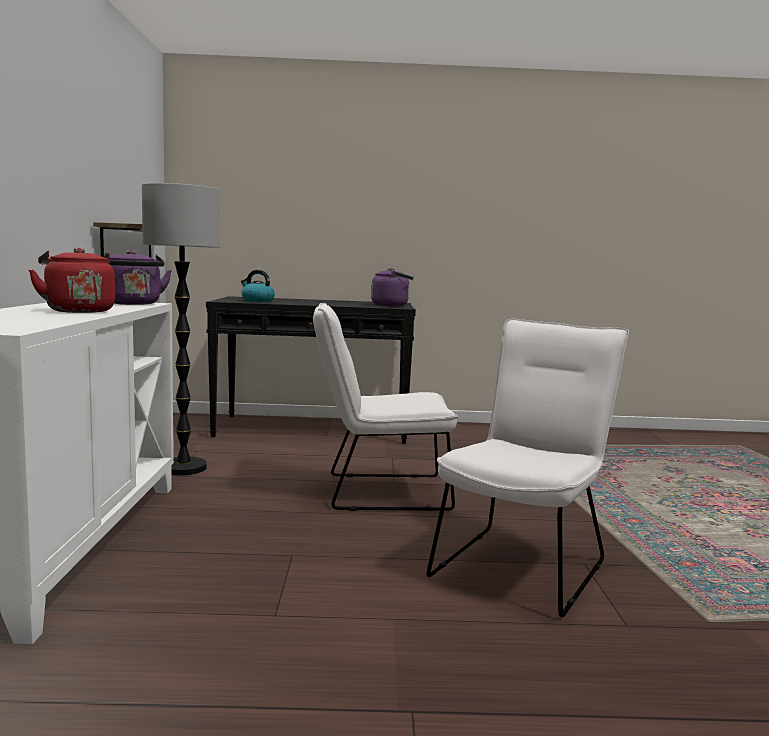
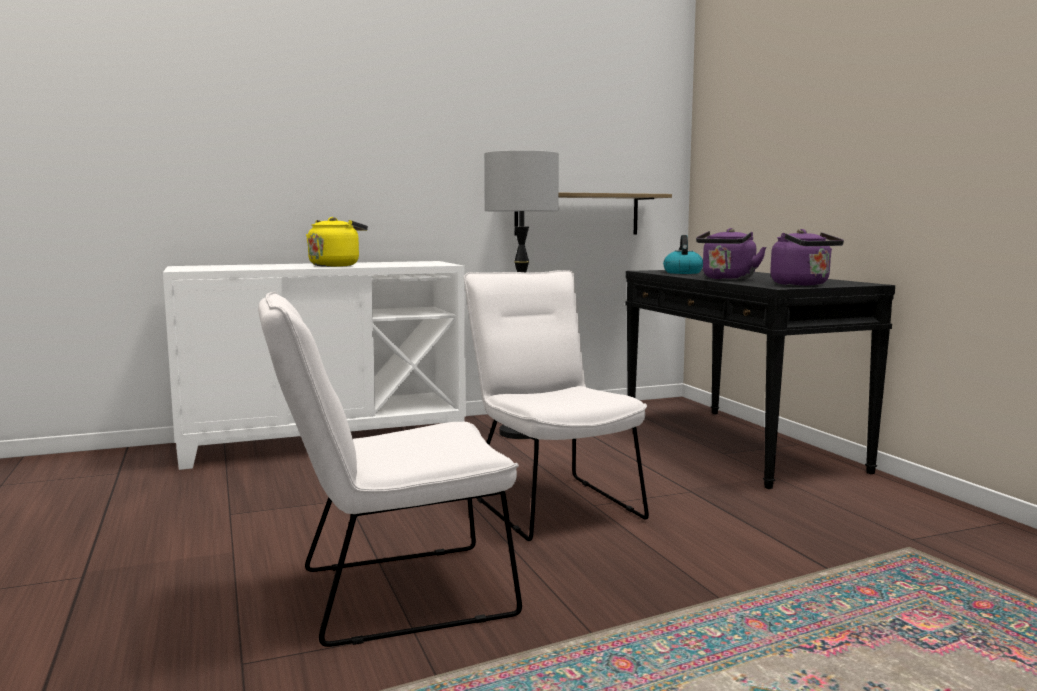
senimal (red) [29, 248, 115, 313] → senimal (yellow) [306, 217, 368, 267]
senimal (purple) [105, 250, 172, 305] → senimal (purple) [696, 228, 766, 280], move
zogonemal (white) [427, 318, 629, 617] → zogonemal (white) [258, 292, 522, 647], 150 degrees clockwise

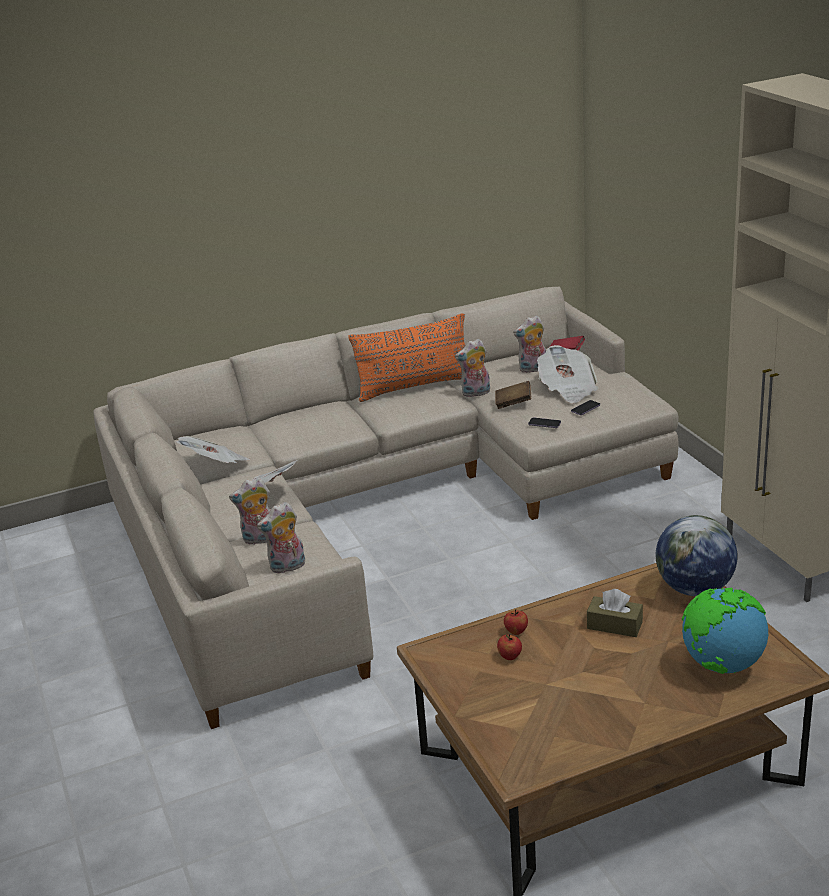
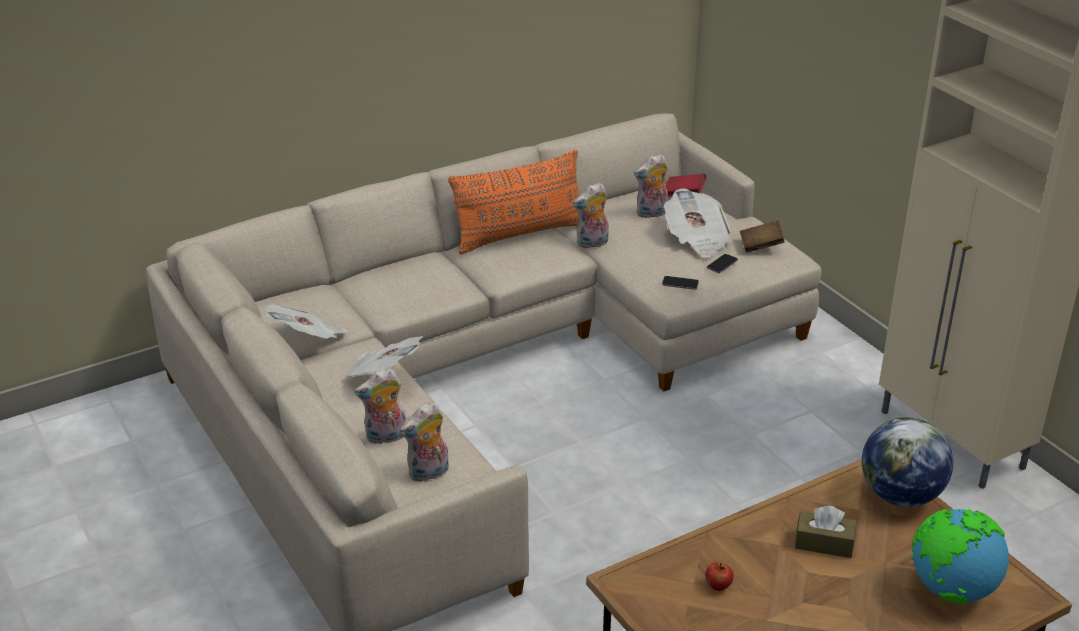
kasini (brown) [495, 381, 531, 409] → kasini (brown) [740, 220, 785, 253], move
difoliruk [504, 609, 528, 635] → -

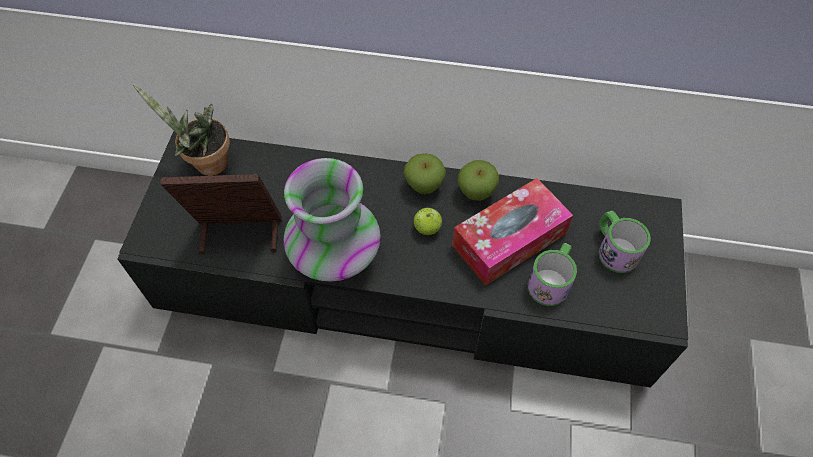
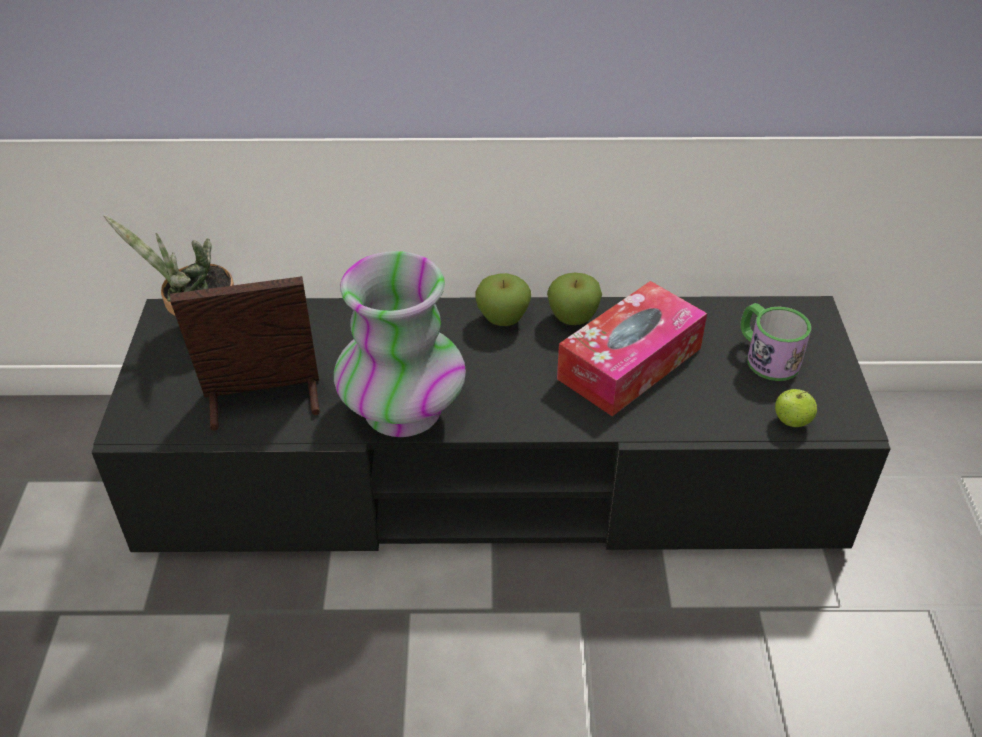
difoliruk [414, 208, 442, 235] → difoliruk [775, 389, 818, 427], move
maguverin [528, 243, 577, 306] → -

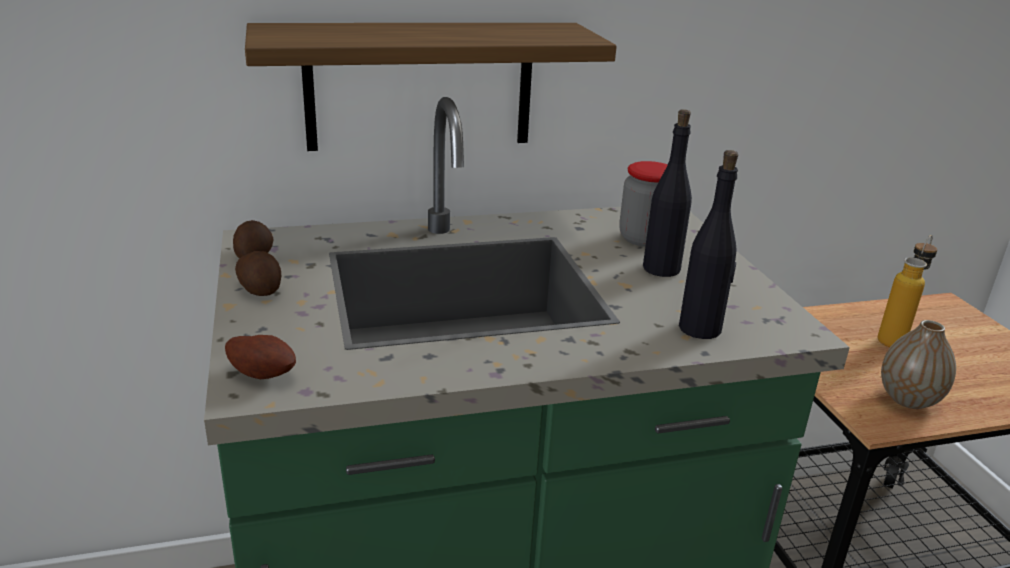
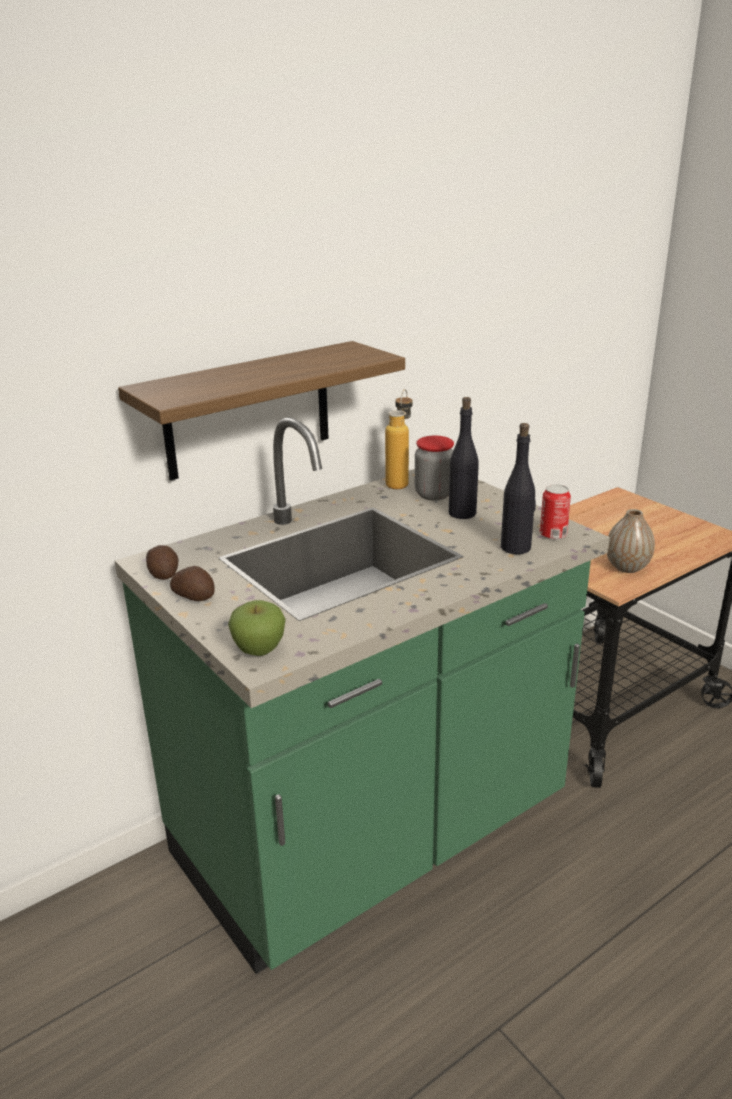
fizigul [877, 235, 937, 347] → fizigul [385, 389, 412, 489], move
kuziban [225, 335, 296, 379] → difoliruk [228, 600, 286, 656]
- → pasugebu [540, 484, 571, 540]

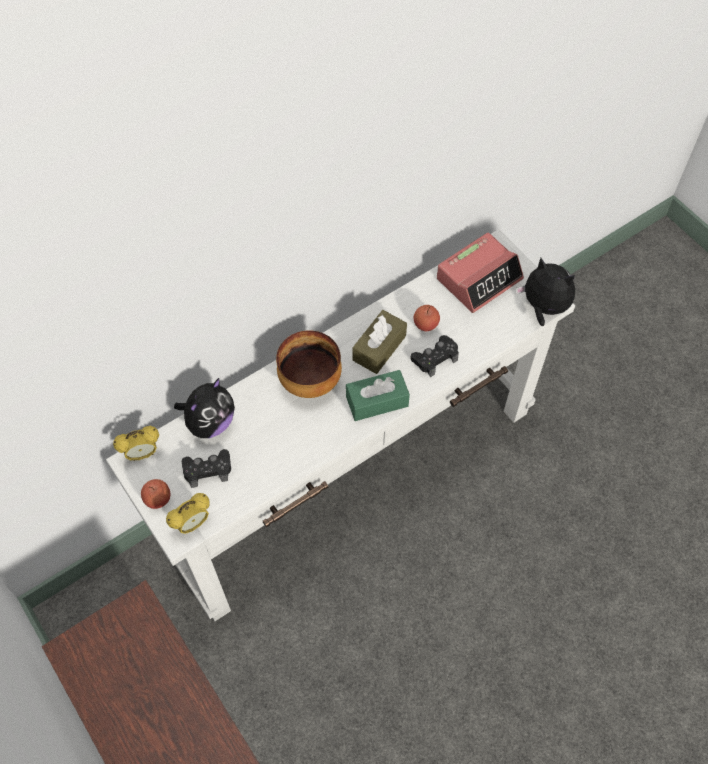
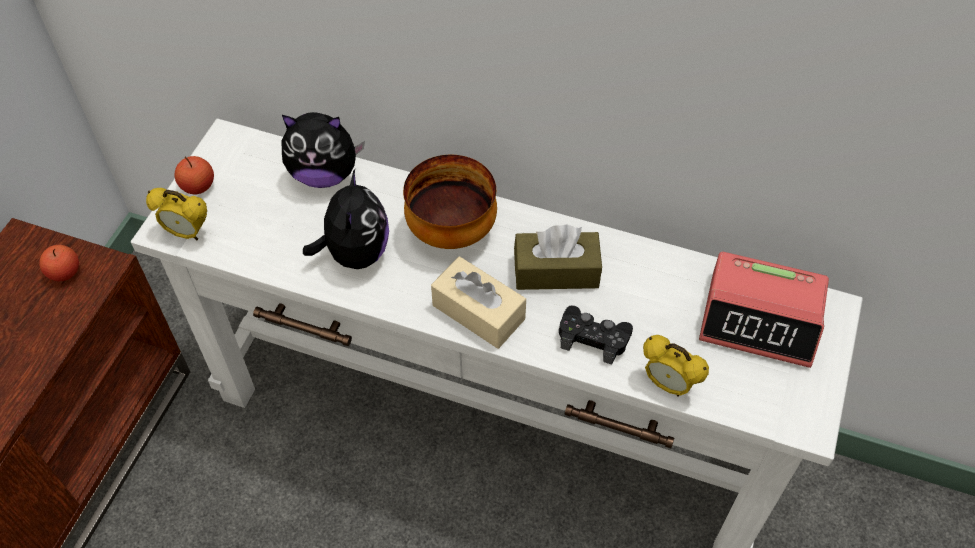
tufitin [516, 258, 575, 326] → tufitin [303, 169, 389, 269], move
difoliruk [413, 305, 440, 331] → difoliruk [39, 245, 79, 281], move
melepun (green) [346, 370, 410, 421] → melepun (beige) [431, 256, 526, 349]
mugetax [113, 426, 159, 461] → mugetax [643, 335, 709, 397], move
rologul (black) [182, 449, 231, 488] → -

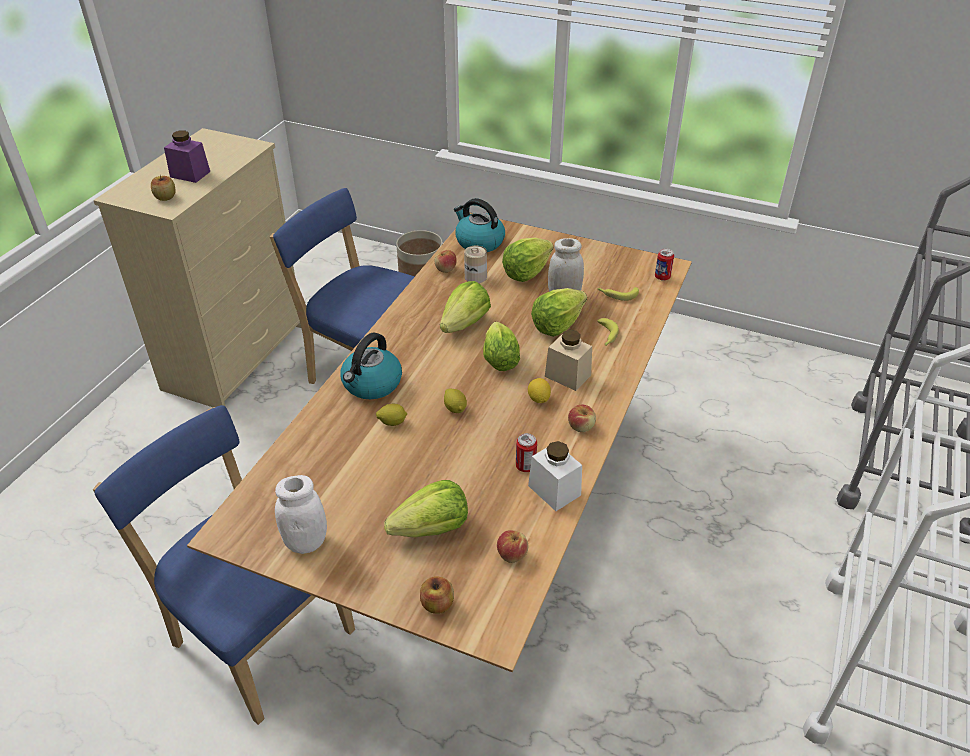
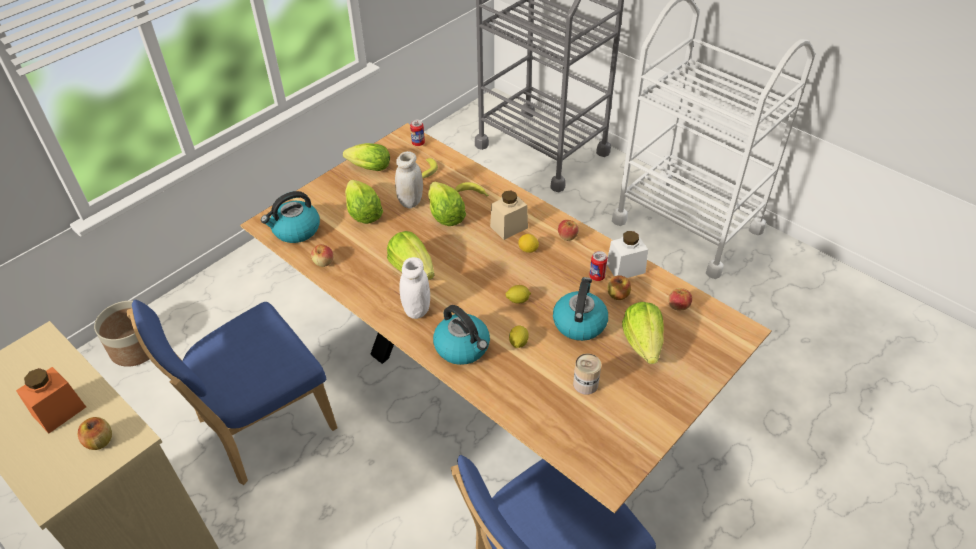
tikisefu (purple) [164, 130, 210, 183] → tikisefu (orange) [16, 367, 86, 434]
pasugebu [464, 246, 487, 283] → pasugebu [573, 354, 601, 395], move
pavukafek [483, 322, 520, 371] → pavukafek [343, 143, 390, 171], move
tikisefu (white) [275, 475, 327, 554] → tikisefu (white) [399, 257, 430, 319], move
difoliruk [420, 576, 454, 614] → difoliruk [608, 275, 631, 300], move
- → senimal [553, 277, 608, 341]

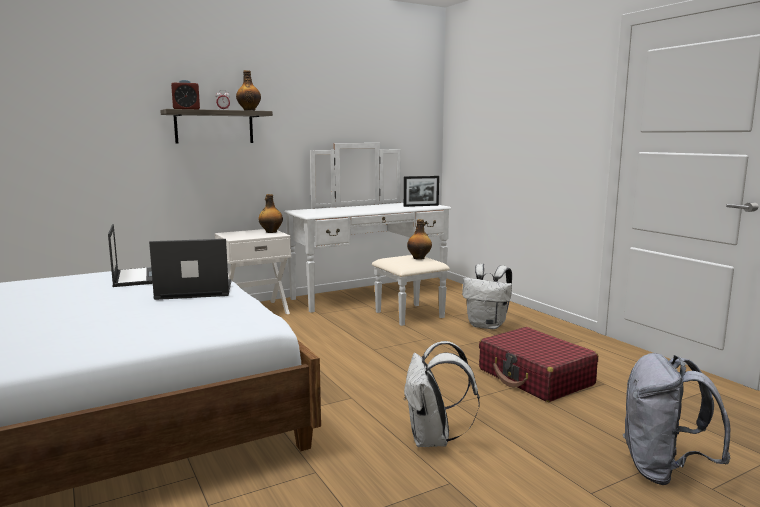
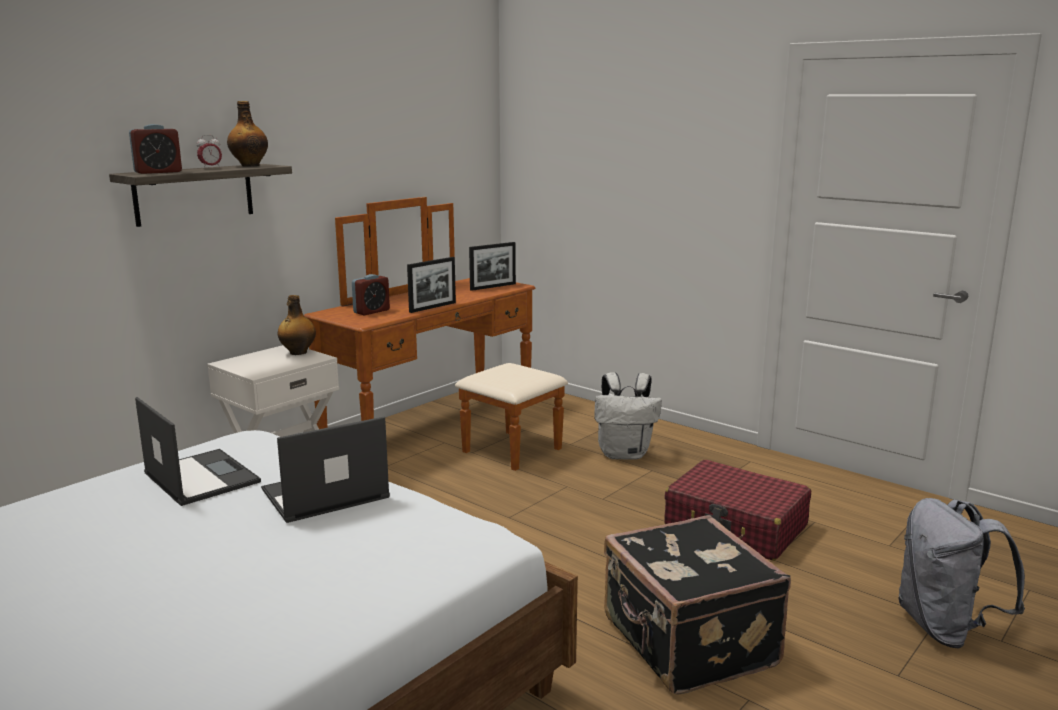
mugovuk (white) [284, 143, 451, 326] → mugovuk (brown) [304, 197, 568, 471]
fizigul [407, 219, 432, 260] → -
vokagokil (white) [404, 341, 480, 447] → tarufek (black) [604, 515, 791, 695]
- → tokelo [407, 257, 456, 313]
- → mugetax [352, 274, 390, 315]

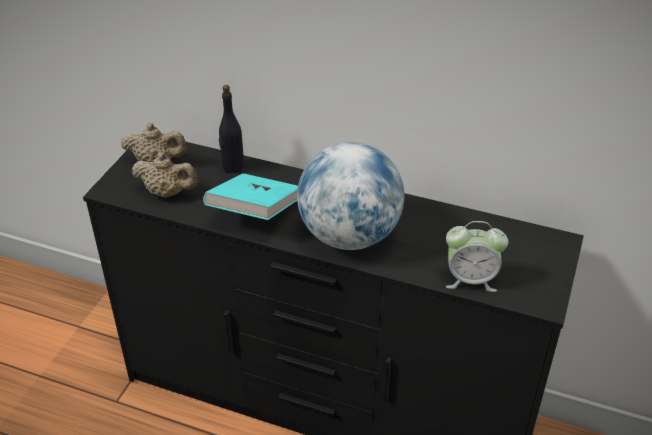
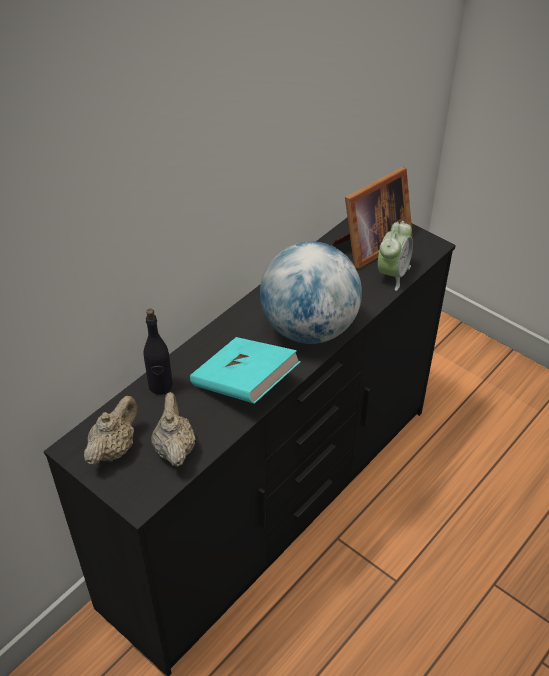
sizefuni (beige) [132, 152, 198, 197] → sizefuni (beige) [151, 392, 196, 467], 45 degrees counterclockwise
- → tokelo [332, 167, 413, 269]

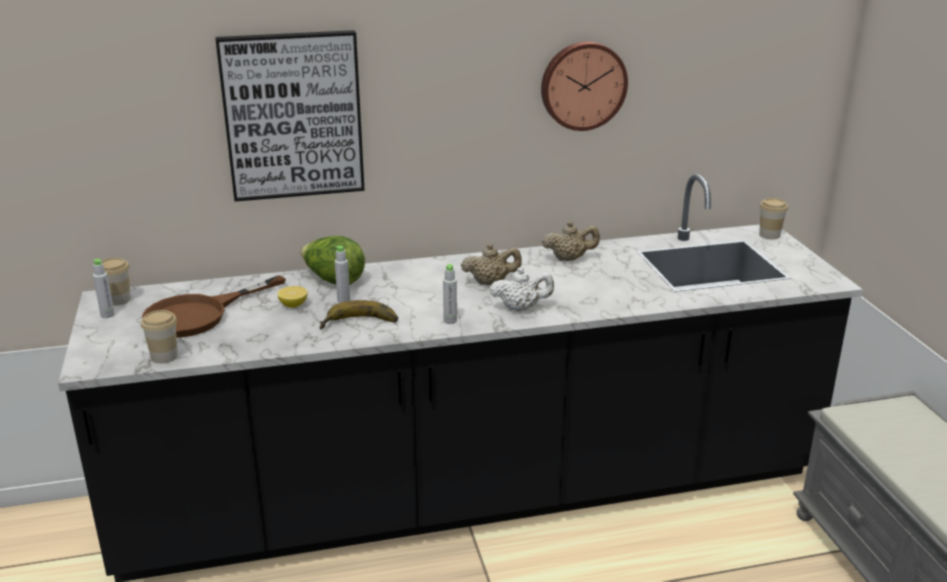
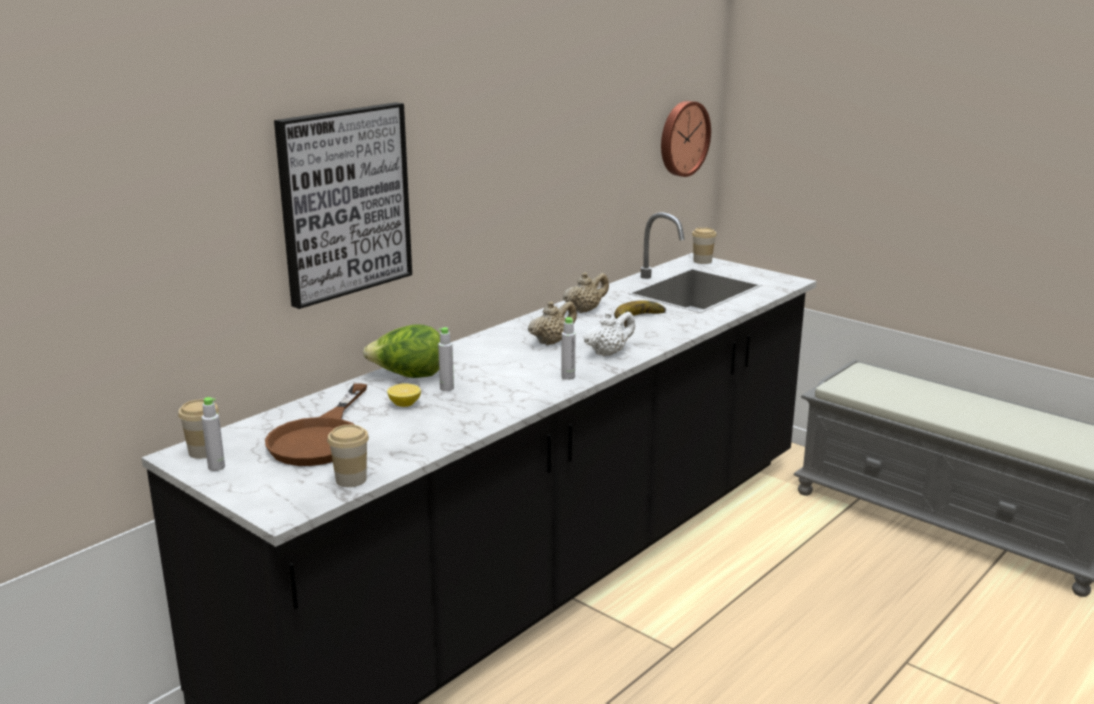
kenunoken [541, 41, 628, 131] → kenunoken [661, 101, 711, 177], move
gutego [320, 300, 398, 330] → gutego [614, 300, 666, 328], move

